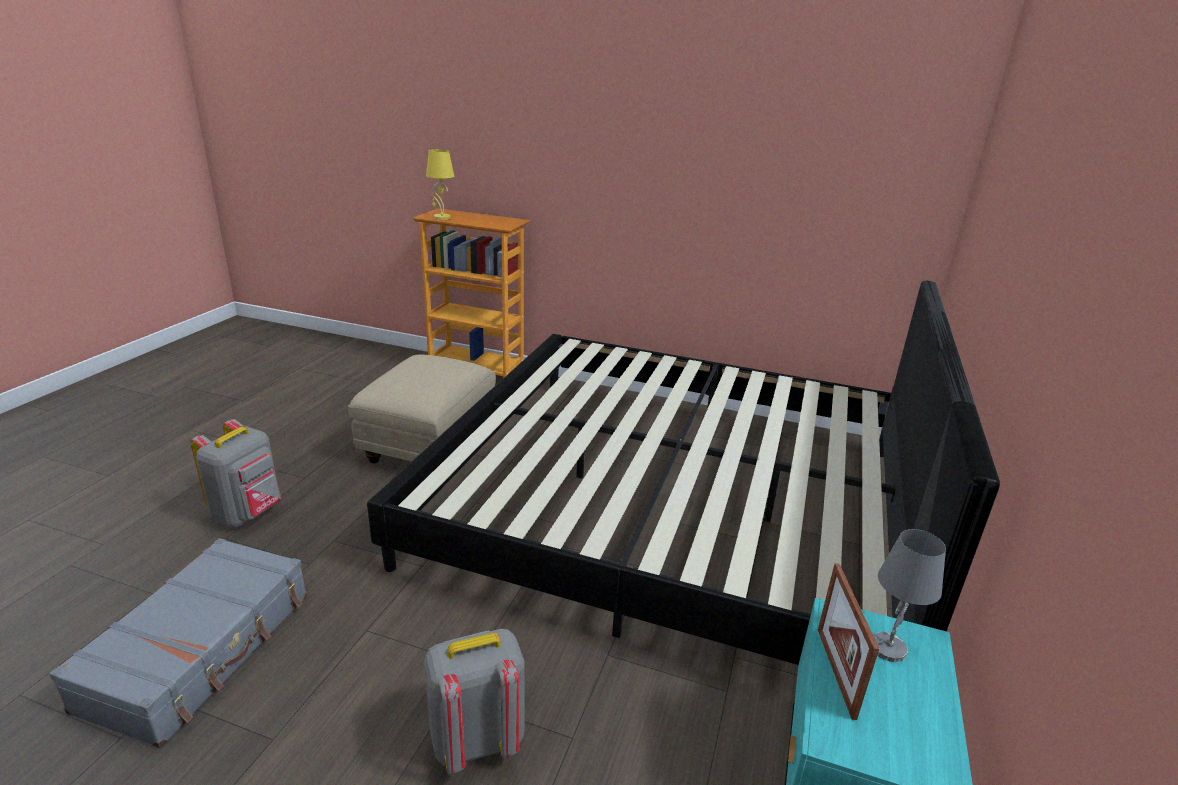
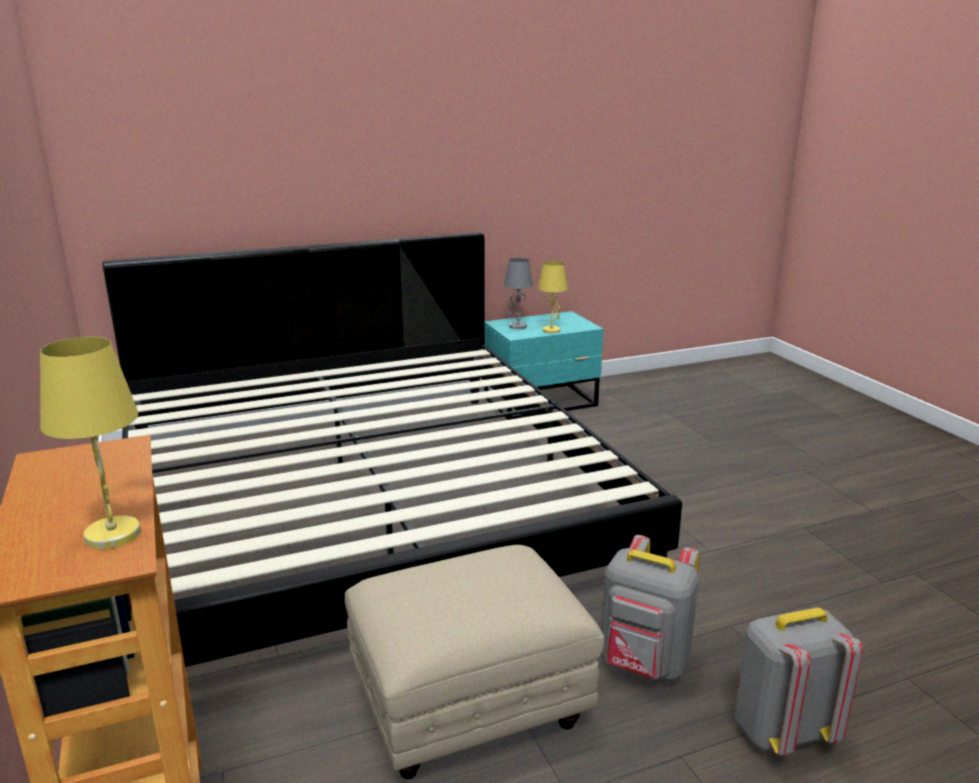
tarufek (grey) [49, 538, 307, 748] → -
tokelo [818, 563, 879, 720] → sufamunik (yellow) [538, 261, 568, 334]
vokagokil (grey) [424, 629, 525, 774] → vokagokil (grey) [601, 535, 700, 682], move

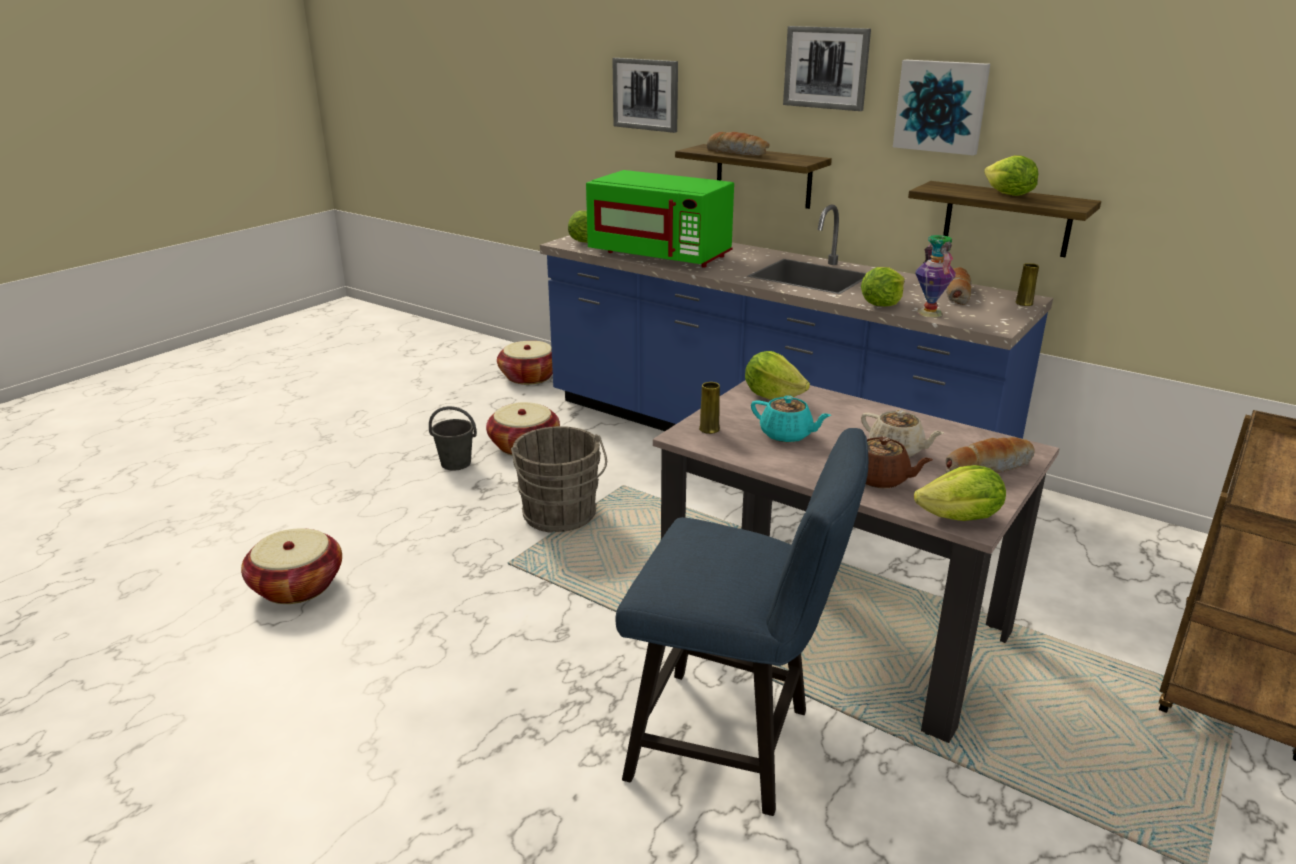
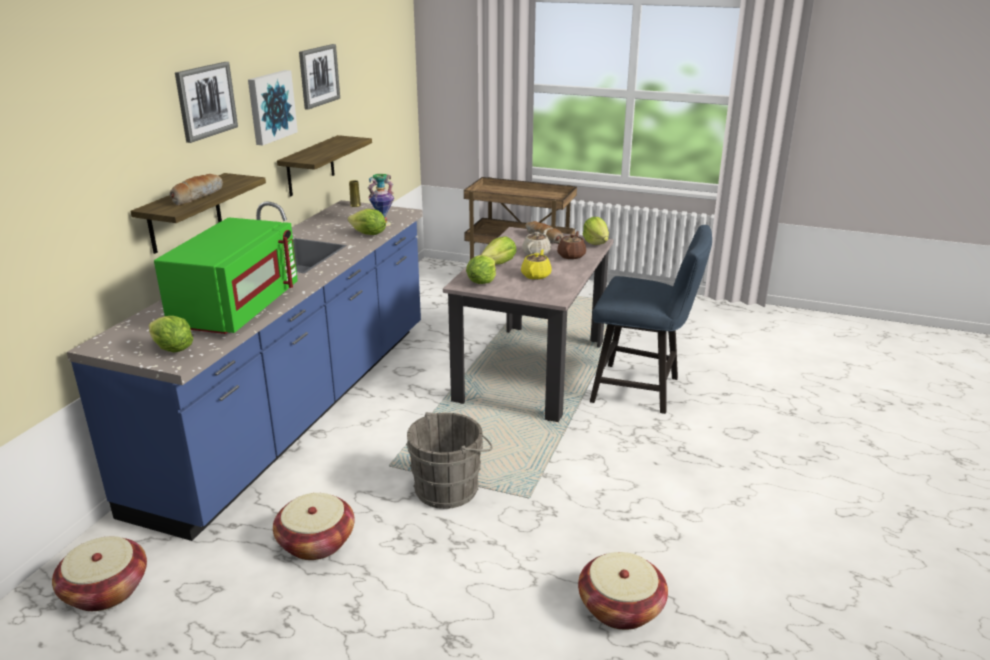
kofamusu [612, 58, 678, 133] → kofamusu [299, 44, 340, 110], move
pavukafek [984, 155, 1039, 196] → pavukafek [481, 236, 516, 265], move
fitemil [946, 267, 971, 305] → -
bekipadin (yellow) [699, 382, 720, 434] → -
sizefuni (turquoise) [751, 395, 831, 442] → sizefuni (yellow) [521, 249, 552, 280]
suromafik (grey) [429, 406, 477, 471] → -
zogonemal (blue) [616, 428, 868, 816] → zogonemal (blue) [590, 225, 712, 414], 105 degrees clockwise

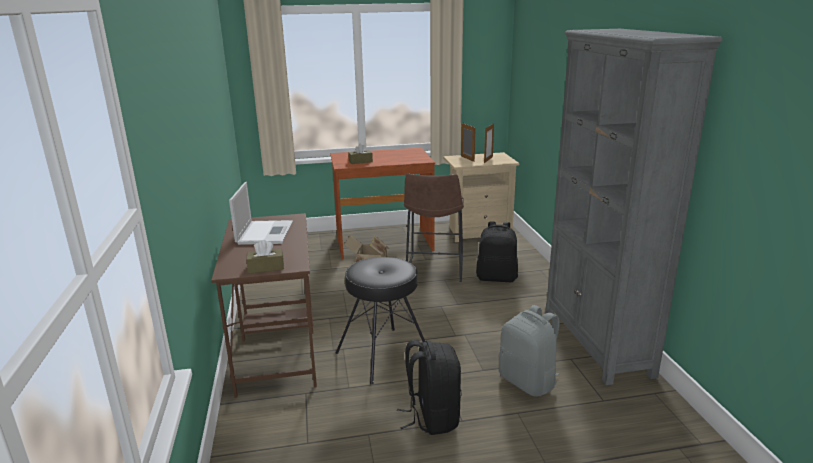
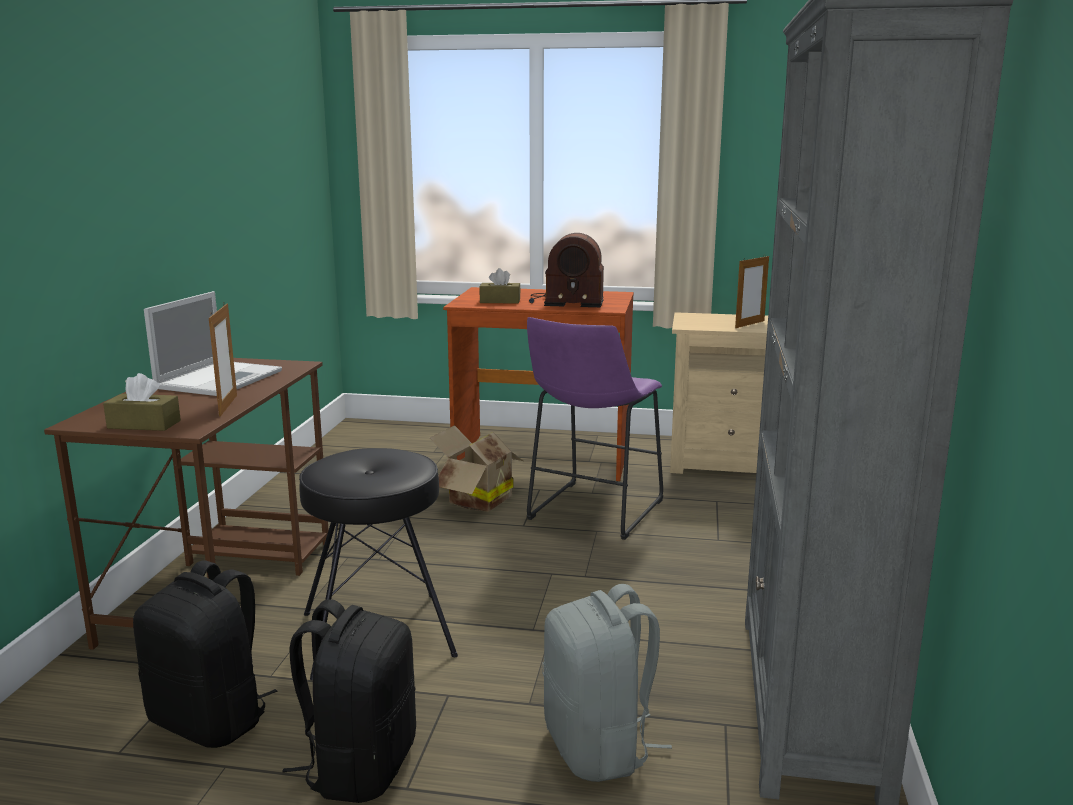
tokelo [461, 122, 476, 162] → tokelo [209, 302, 237, 417], move
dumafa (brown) [404, 174, 464, 282] → dumafa (purple) [527, 317, 663, 540]
vokagokil (black) [476, 222, 518, 282] → vokagokil (black) [133, 560, 277, 748], move
- → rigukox [529, 233, 604, 307]

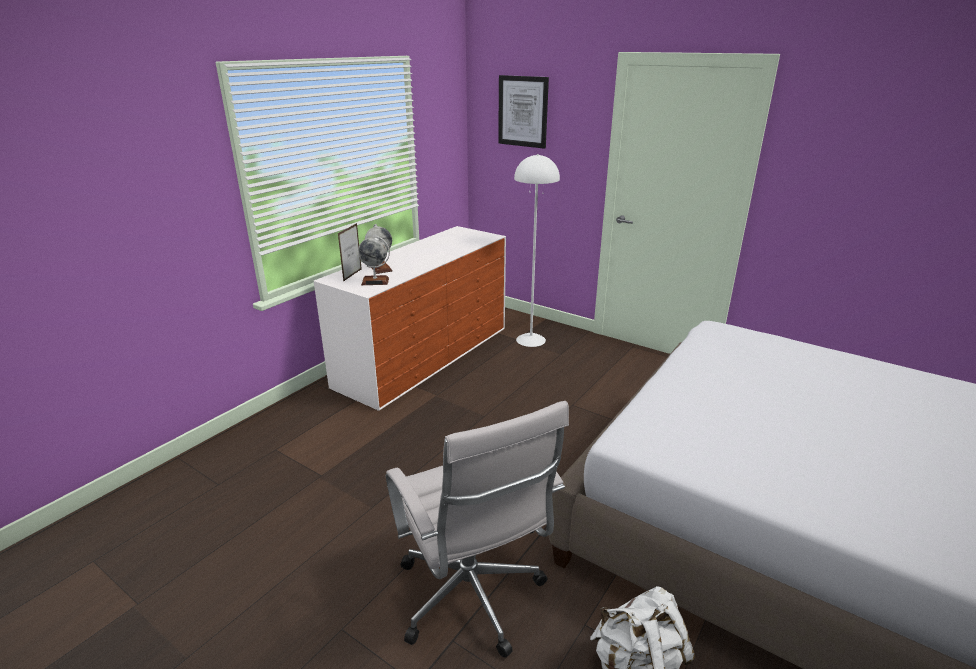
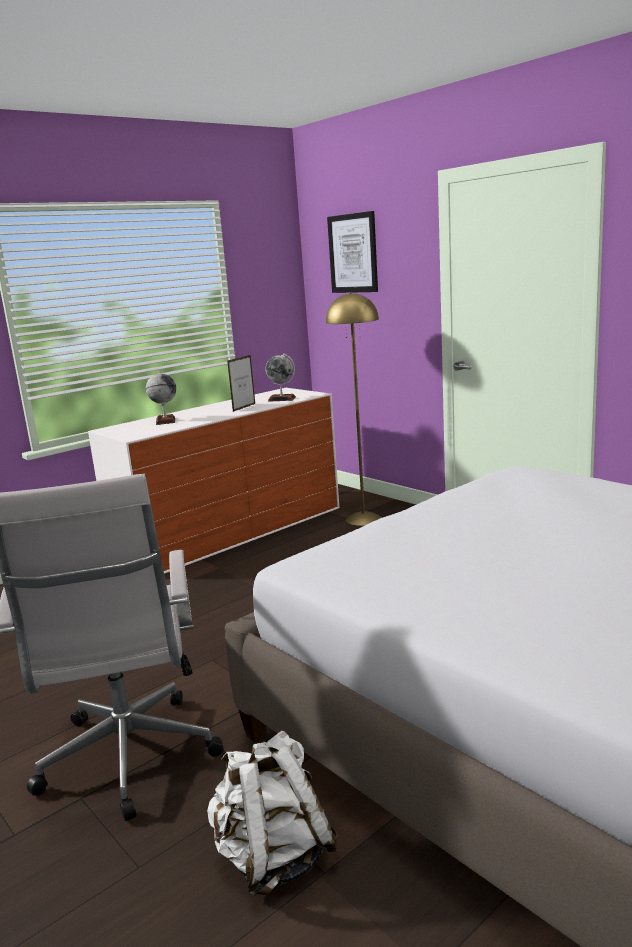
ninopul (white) [514, 154, 560, 347] → ninopul (yellow) [326, 292, 382, 526]
tokelo [338, 223, 362, 282] → tokelo [227, 355, 255, 412], move
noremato [358, 236, 390, 285] → noremato [265, 353, 296, 402], move

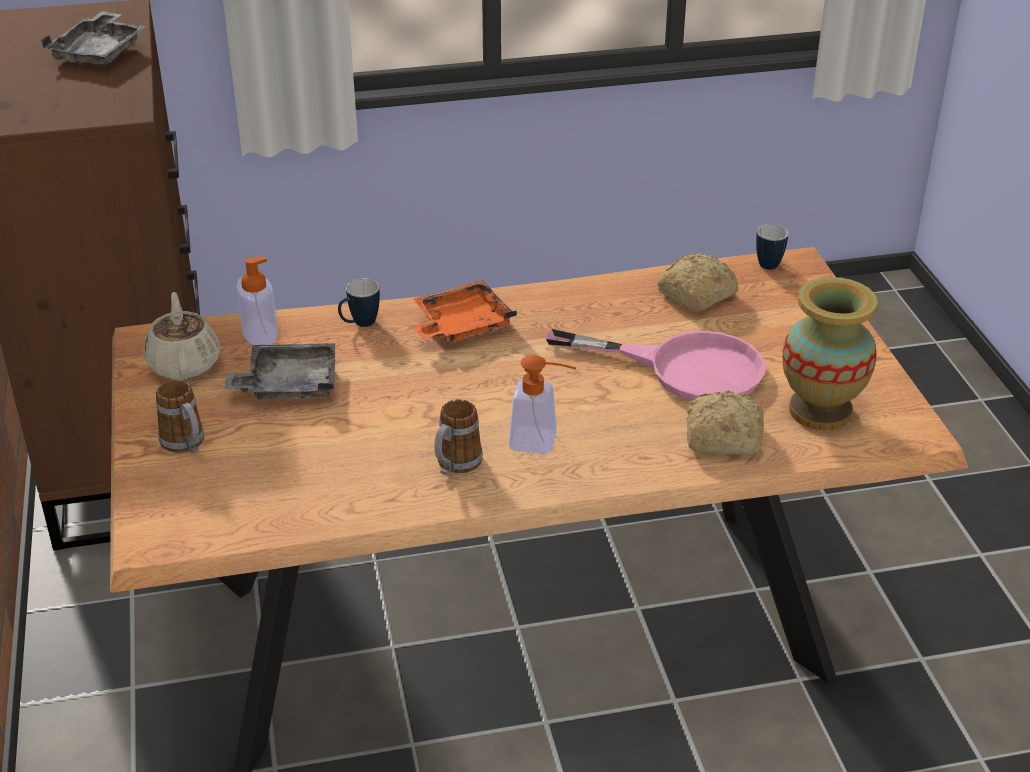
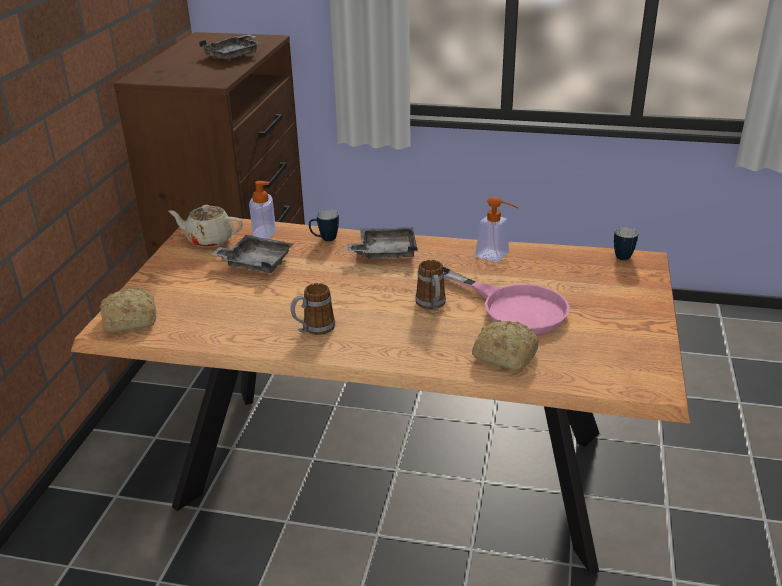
fitemil [657, 252, 738, 312] → fitemil [99, 288, 156, 333], move
bekipadin [782, 277, 878, 431] → -
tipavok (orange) [412, 280, 517, 342] → tipavok (grey) [347, 227, 418, 259]
sizefuni (beige) [143, 292, 220, 380] → sizefuni (beige) [168, 205, 243, 247], 90 degrees counterclockwise
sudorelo [508, 355, 576, 454] → sudorelo [475, 197, 519, 262], move
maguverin [156, 380, 204, 453] → maguverin [415, 260, 446, 311], move

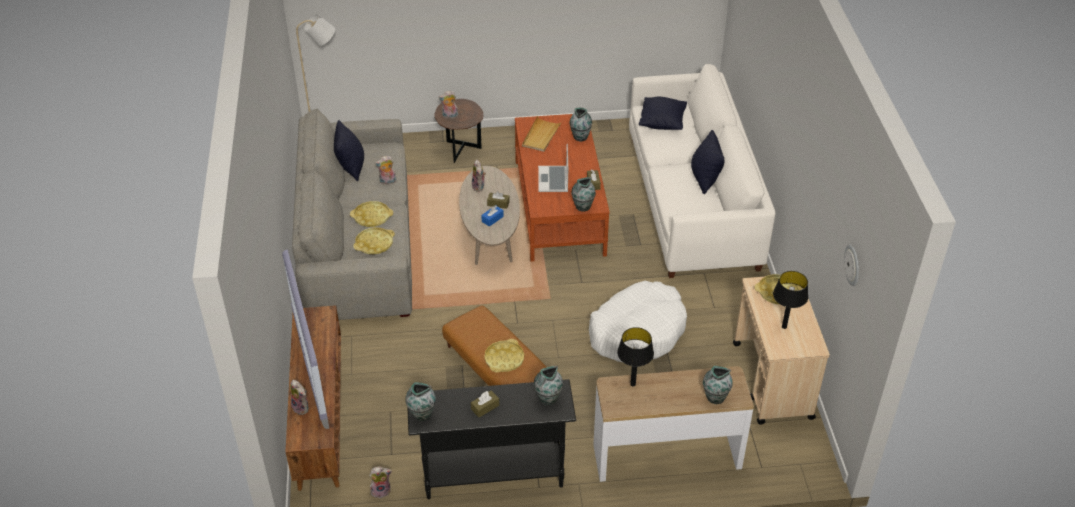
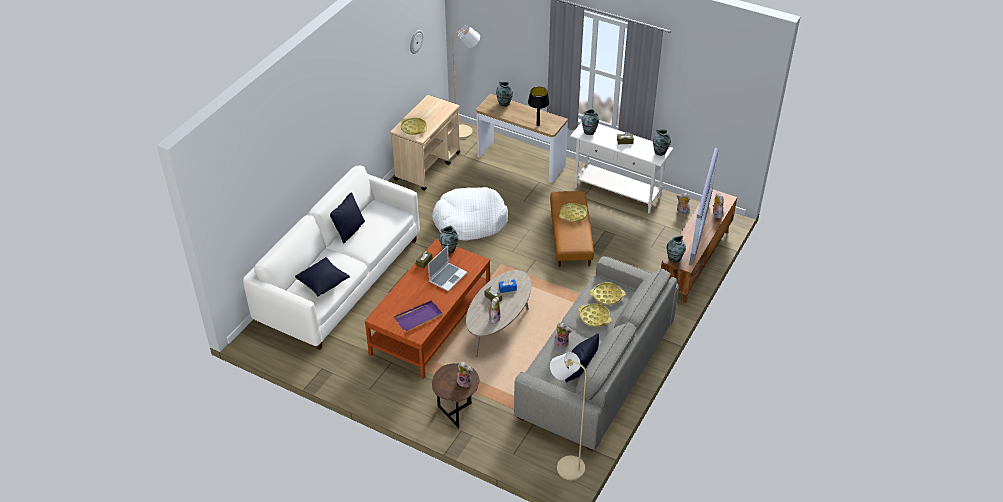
bekipadin [569, 108, 592, 141] → bekipadin [666, 236, 686, 263], move
tipavok (beige) [522, 116, 562, 152] → tipavok (purple) [394, 300, 443, 331]
sufamunik (black) [773, 271, 808, 329] → -
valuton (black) [407, 379, 576, 499] → valuton (white) [570, 122, 674, 213]
- → ninopul (beige) [452, 25, 480, 139]

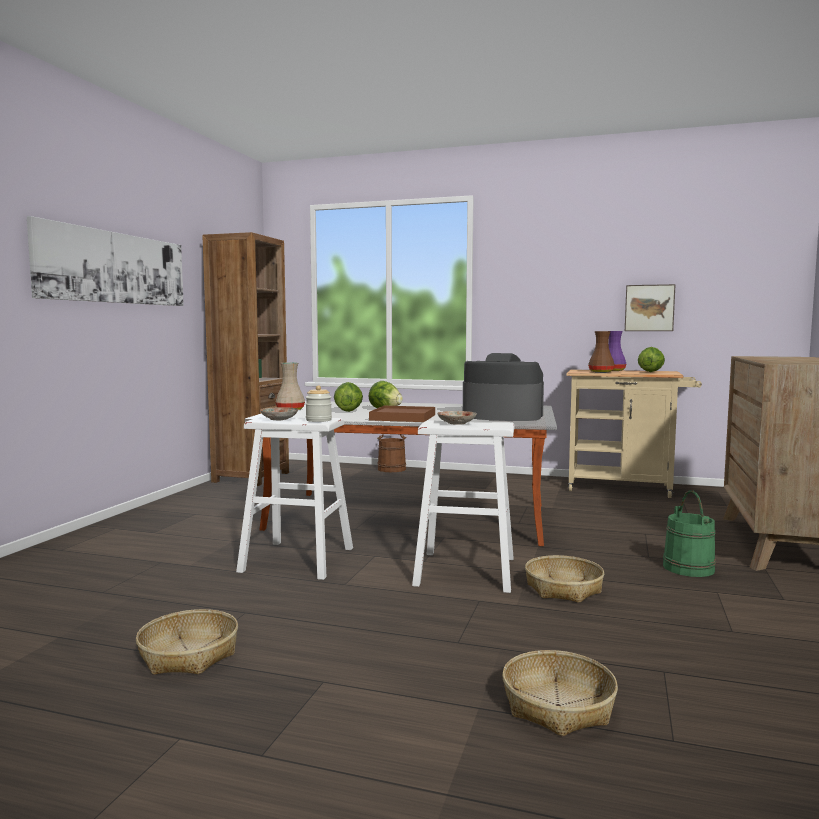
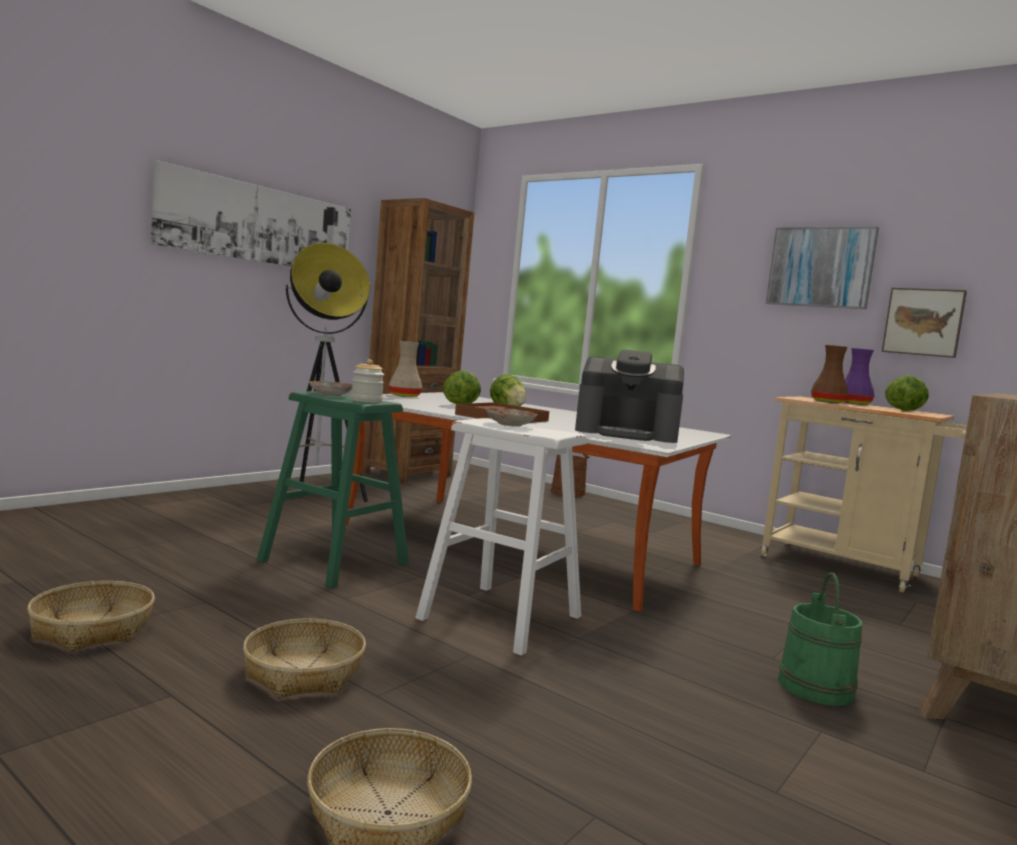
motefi [463, 353, 544, 421] → motefi [575, 349, 684, 443], 150 degrees clockwise
dumafa (white) [236, 416, 353, 580] → dumafa (green) [257, 391, 409, 588]
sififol [525, 555, 604, 603] → sififol [243, 618, 366, 698], move
- → kofamusu [766, 227, 879, 309]
- → ninopul [285, 243, 370, 502]

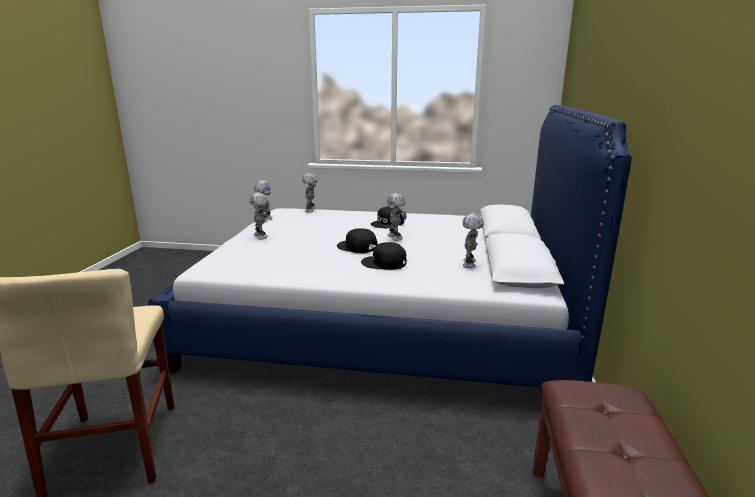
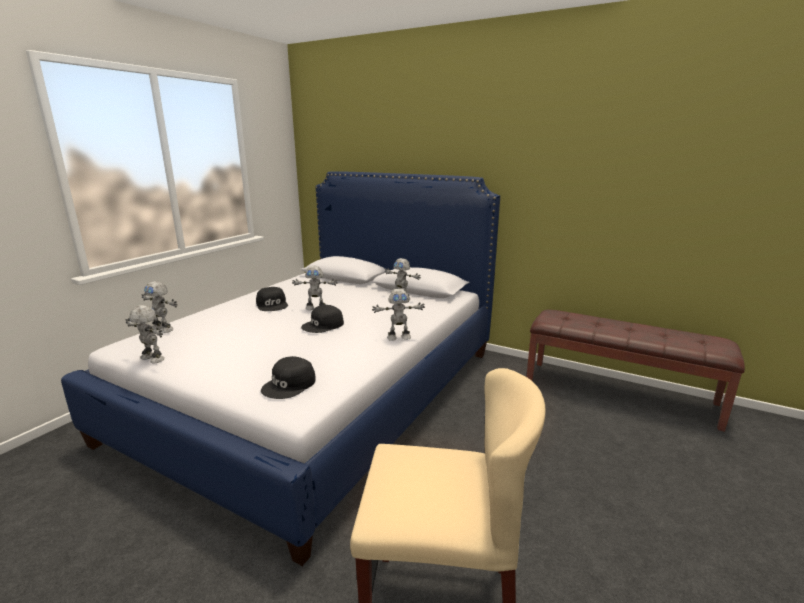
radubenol [249, 193, 268, 239] → radubenol [372, 289, 425, 341], move
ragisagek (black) [361, 242, 407, 270] → ragisagek (black) [261, 356, 316, 399], move

